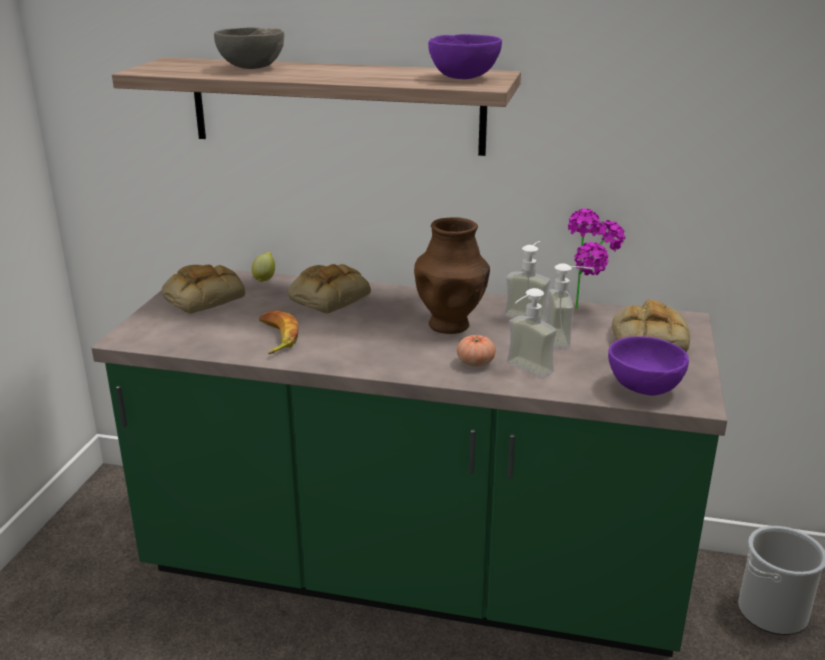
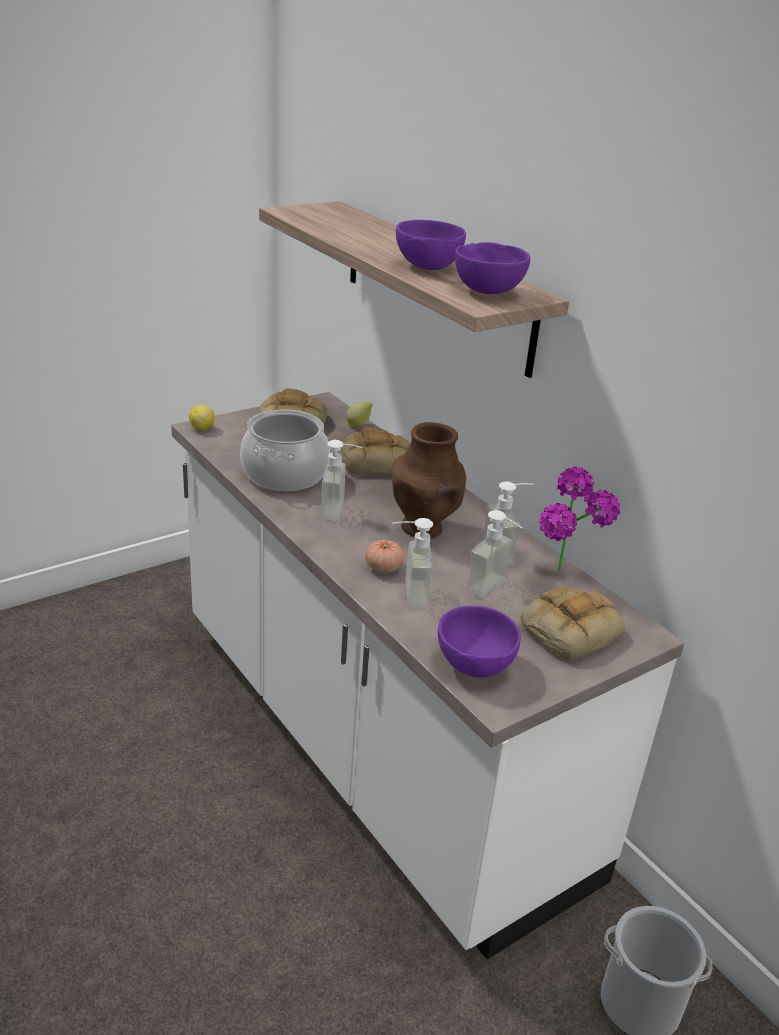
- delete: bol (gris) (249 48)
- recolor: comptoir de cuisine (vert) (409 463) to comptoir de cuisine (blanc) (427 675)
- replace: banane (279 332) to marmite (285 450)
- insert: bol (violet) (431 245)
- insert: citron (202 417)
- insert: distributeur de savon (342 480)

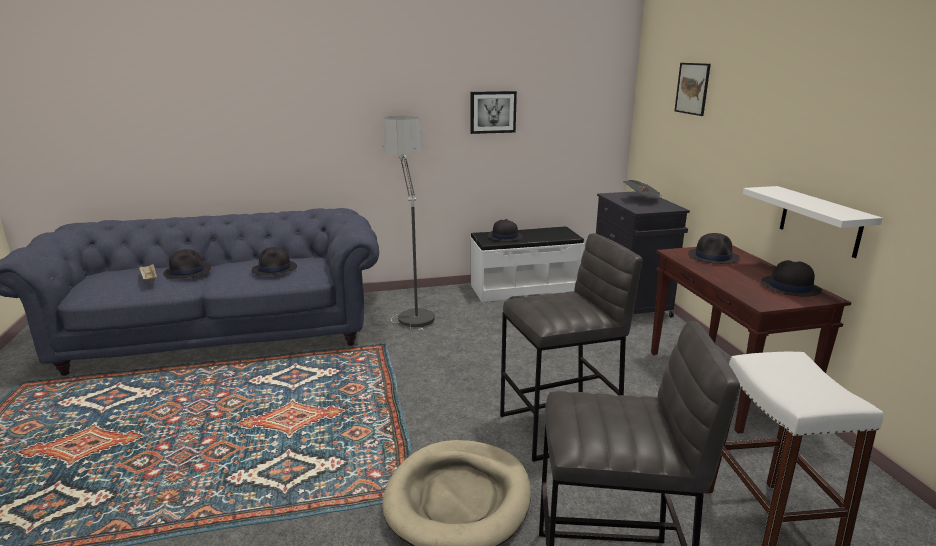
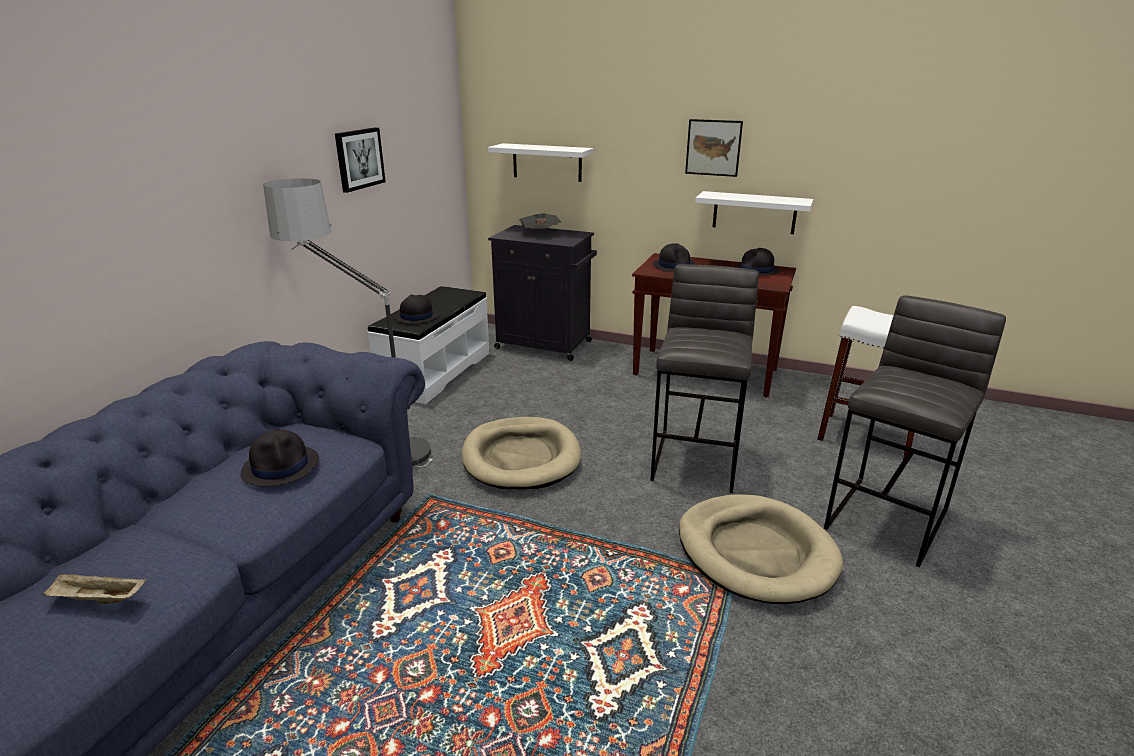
- move: tableau (693 89) to (714 148)
- delete: chapeau (noir) (187 264)
- insert: étagère (blanc) (540 162)
- insert: panier pour chien (beige) (521 453)

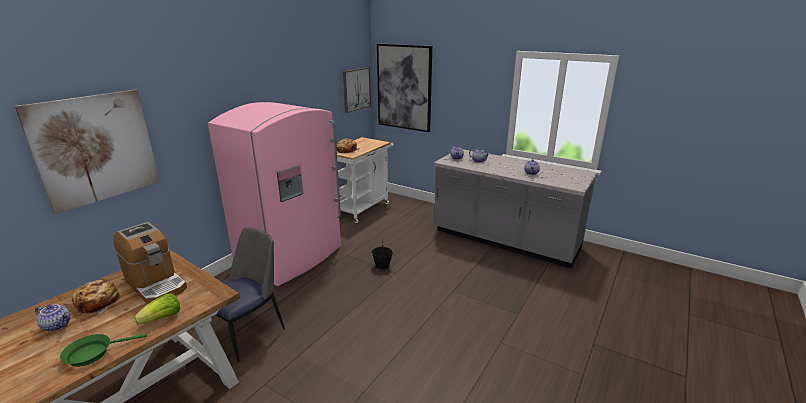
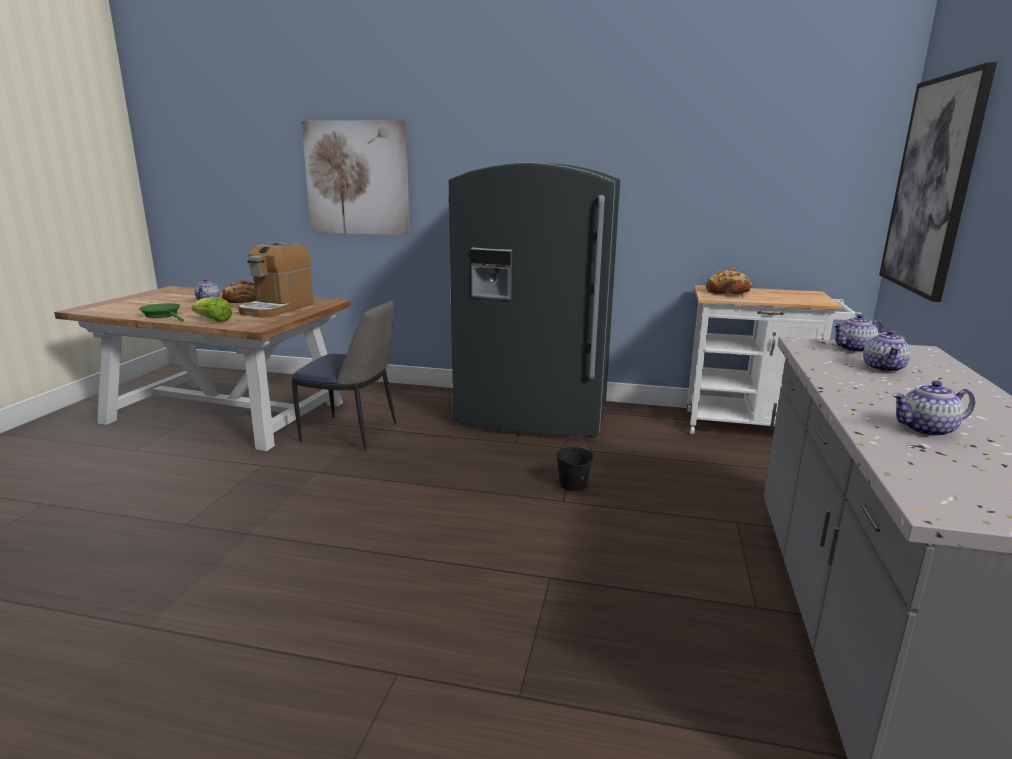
- delete: tableau (357 90)
- recolor: réfrigérateur (rose) (274 194) to réfrigérateur (gris) (534 299)

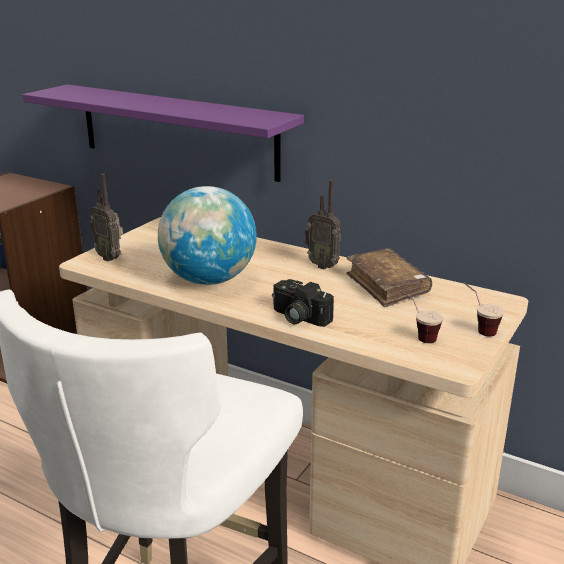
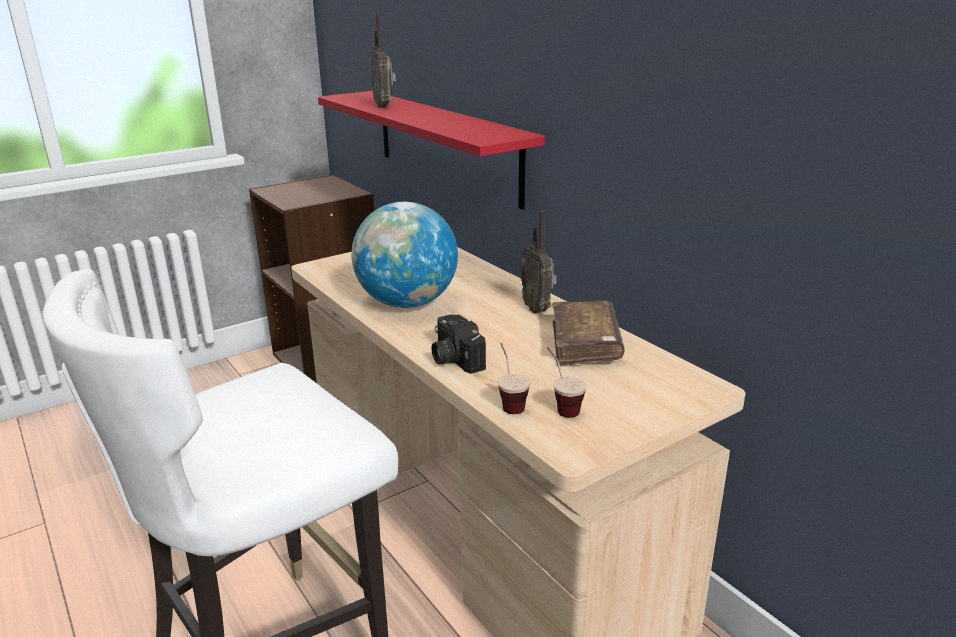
- recolor: étagère (violet) (163 133) to étagère (rouge) (431 150)
- move: radio (106 218) to (383 60)
- move: tasse (483 309) to (514 378)

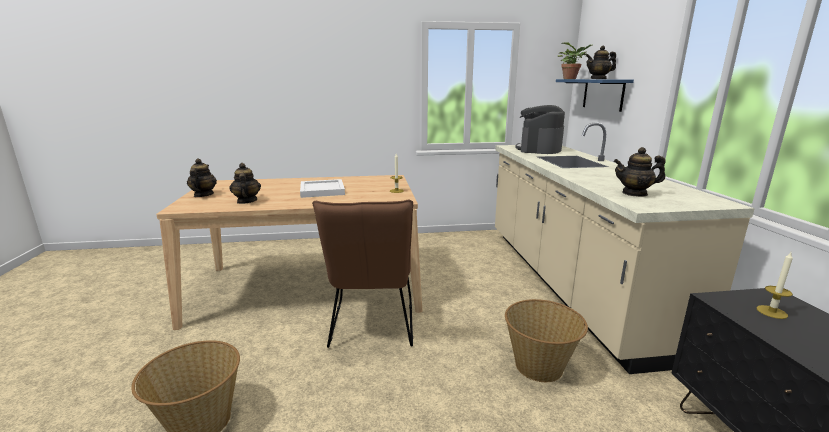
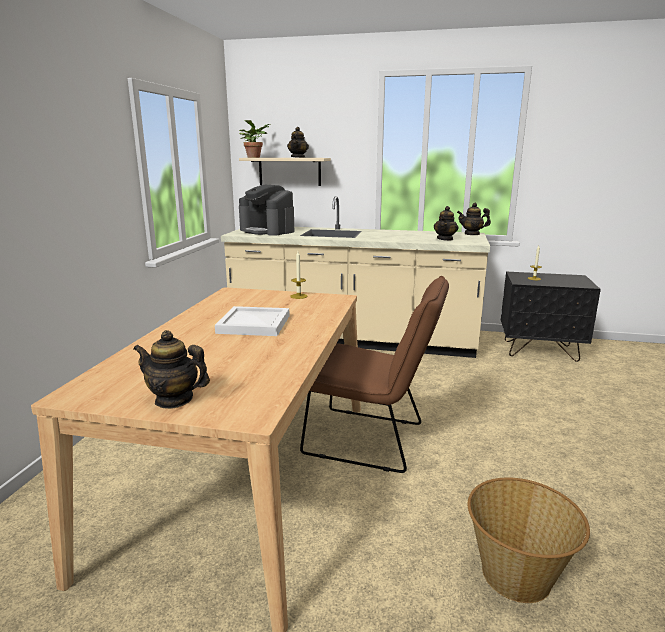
- recolor: étagère (bleu) (595 95) to étagère (beige) (285 172)
- move: théière (245 183) to (474 219)
- delete: panier (546 340)

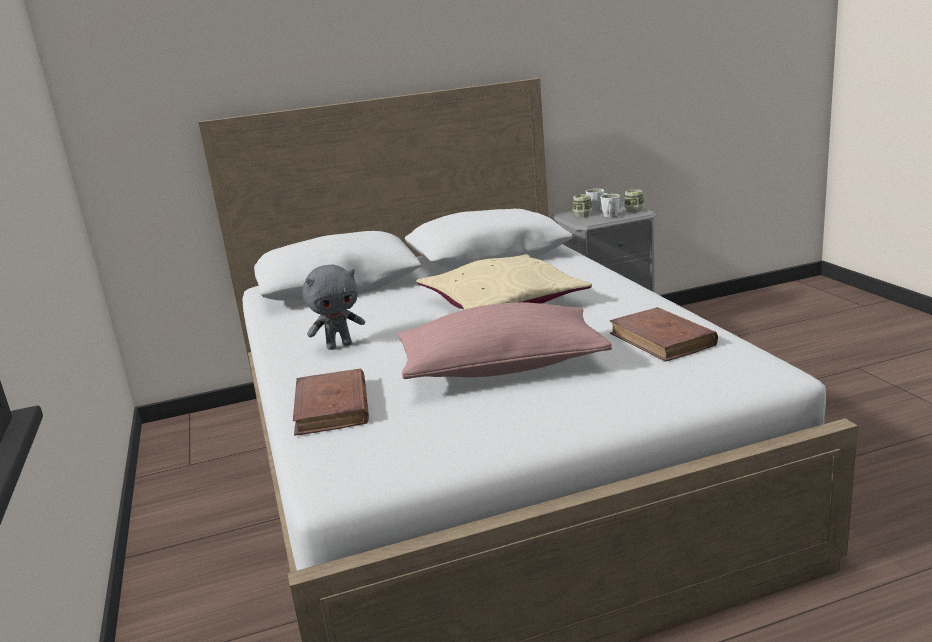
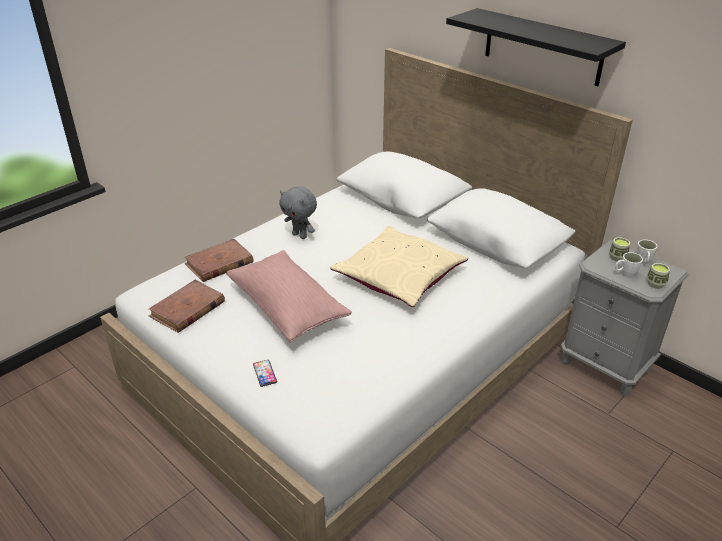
- move: livre (marron) (664 334) to (187 306)
- insert: étagère (noir) (536 47)
- insert: téléphone (265 373)

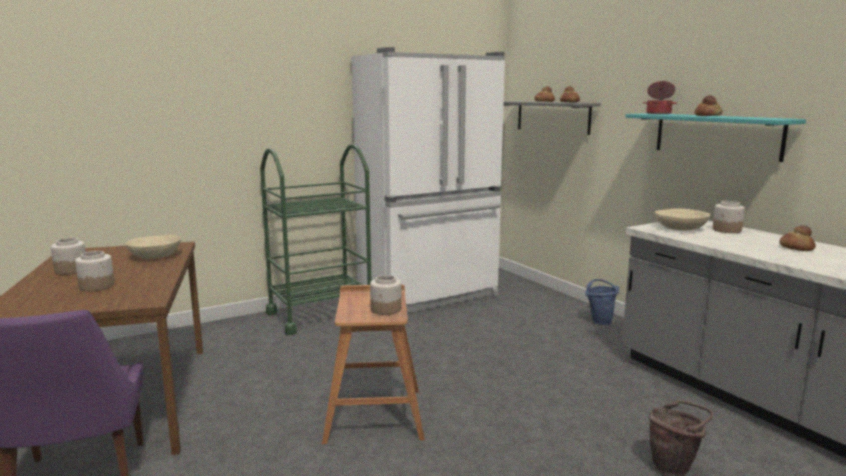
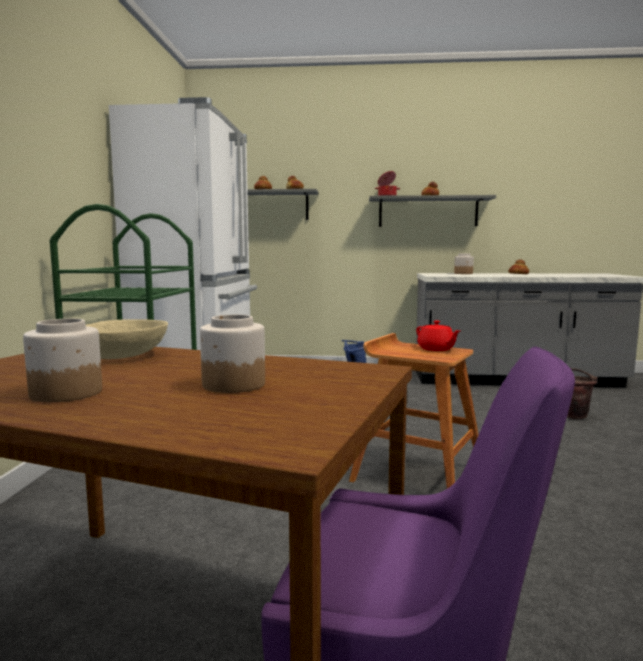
- recolor: étagère (turquoise) (715 137) to étagère (gris) (432 211)
- delete: bol (beige) (682 219)
- replace: bocal (385 295) to théière (rouge) (438 335)

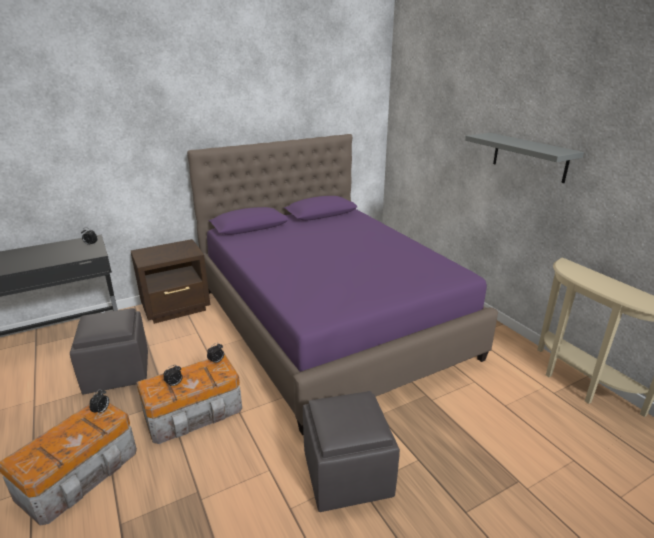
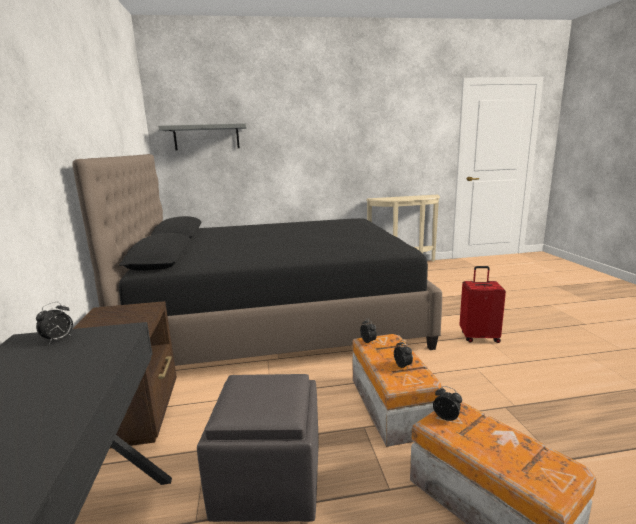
- move: étagère (gris) (524 158) to (202 137)
- recolor: lit (violet) (342 284) to lit (noir) (257 260)
- replace: pouf (gris) (351 451) to valise (rouge) (482 304)

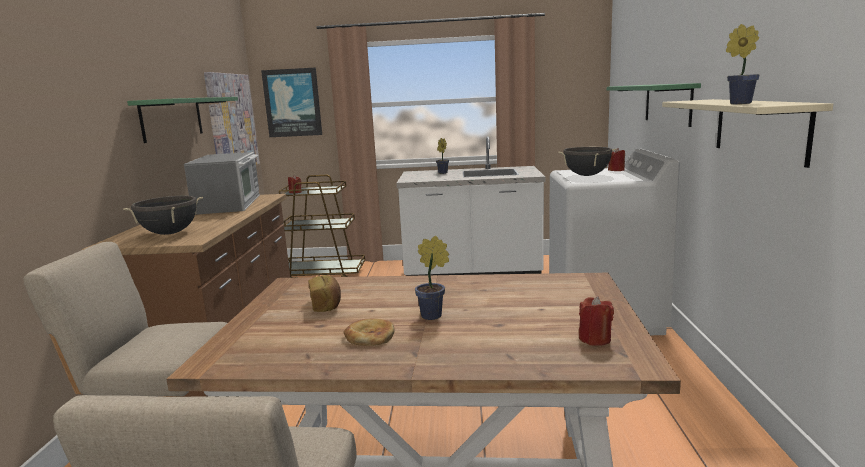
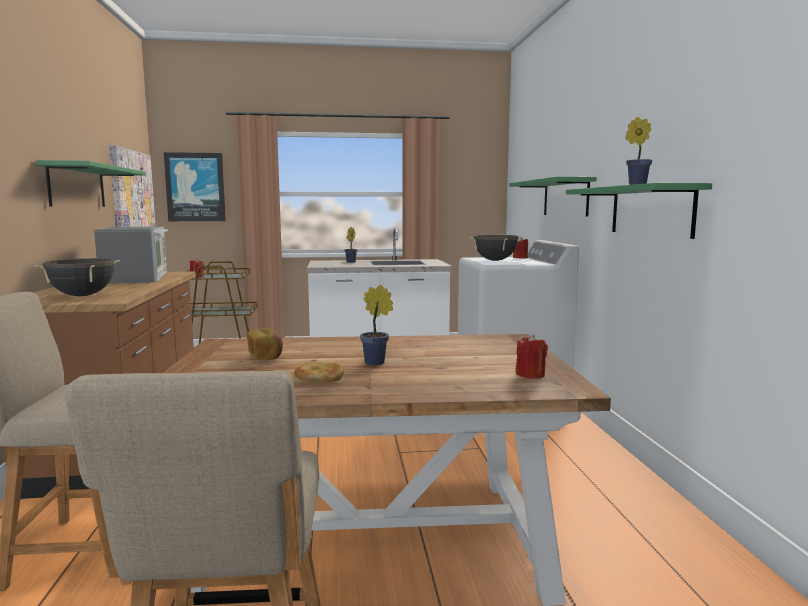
- recolor: étagère (beige) (747 133) to étagère (vert) (639 211)

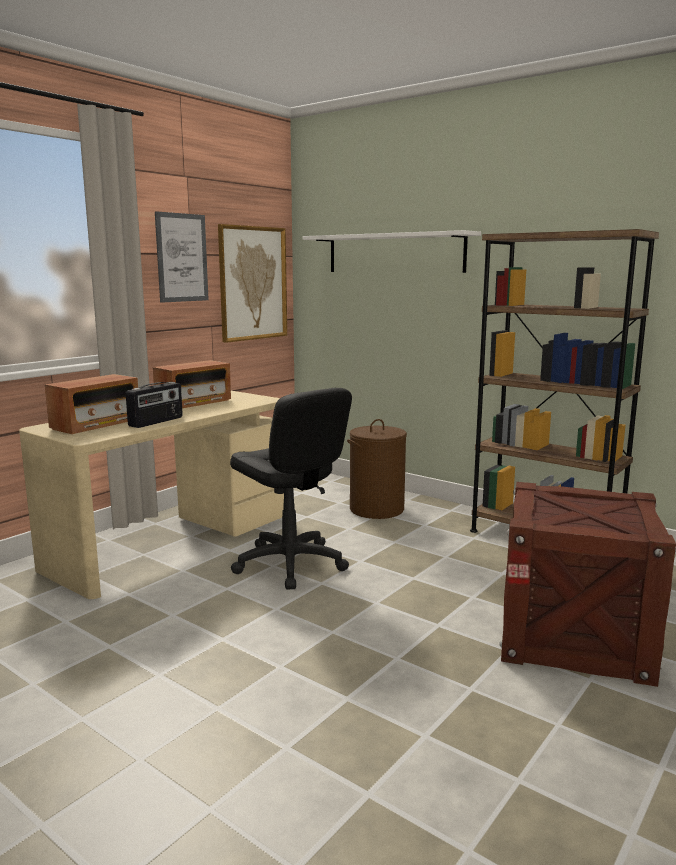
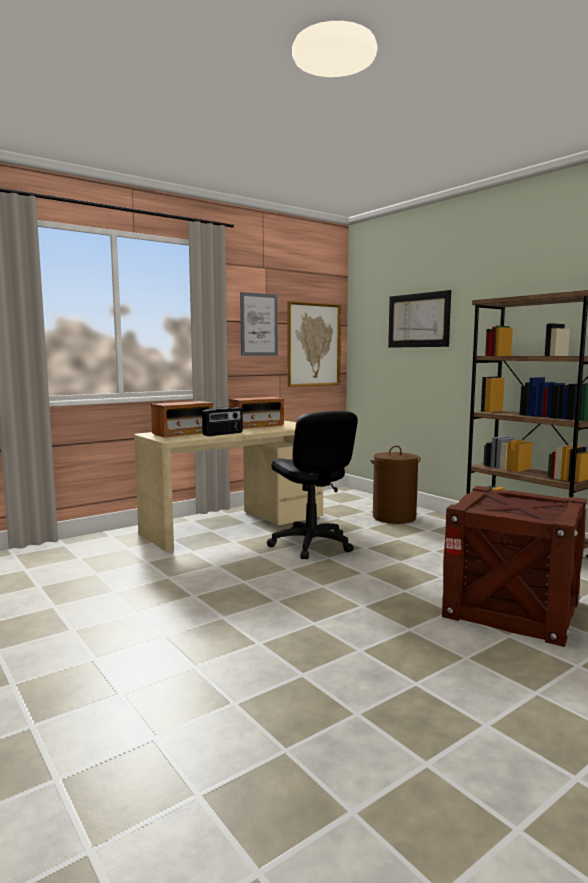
- replace: étagère (blanc) (391 251) to tableau (419 319)

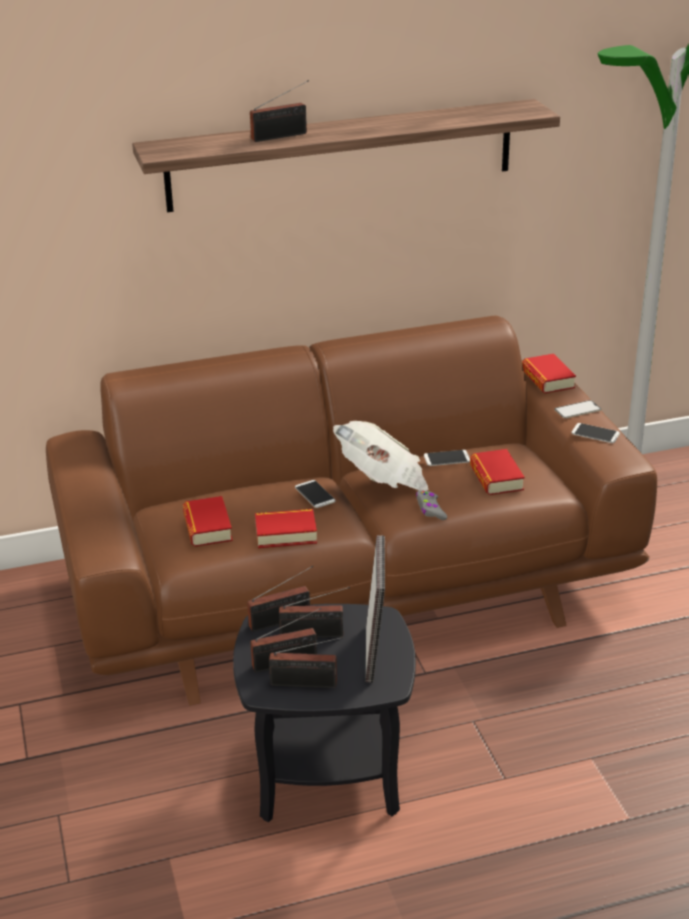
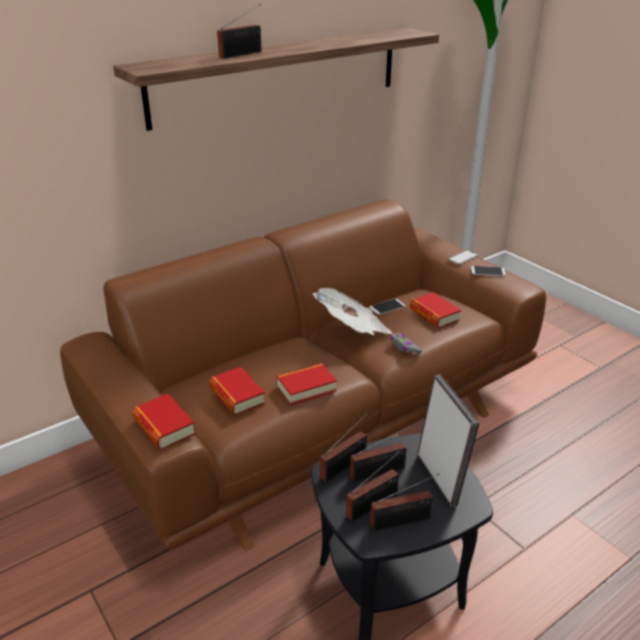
- move: livre (549 373) to (164 422)
- delete: téléphone (315 494)

